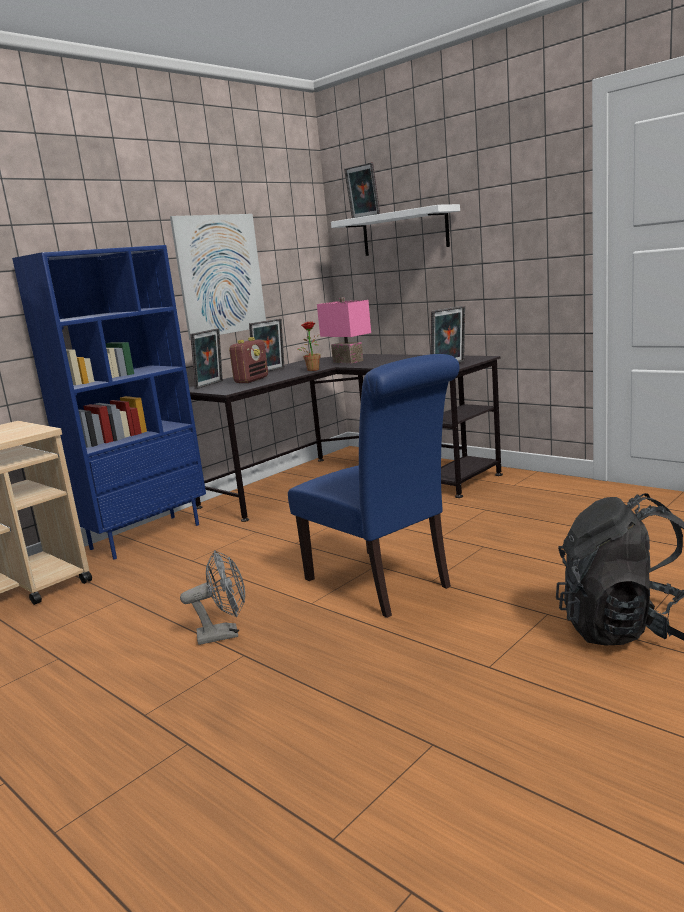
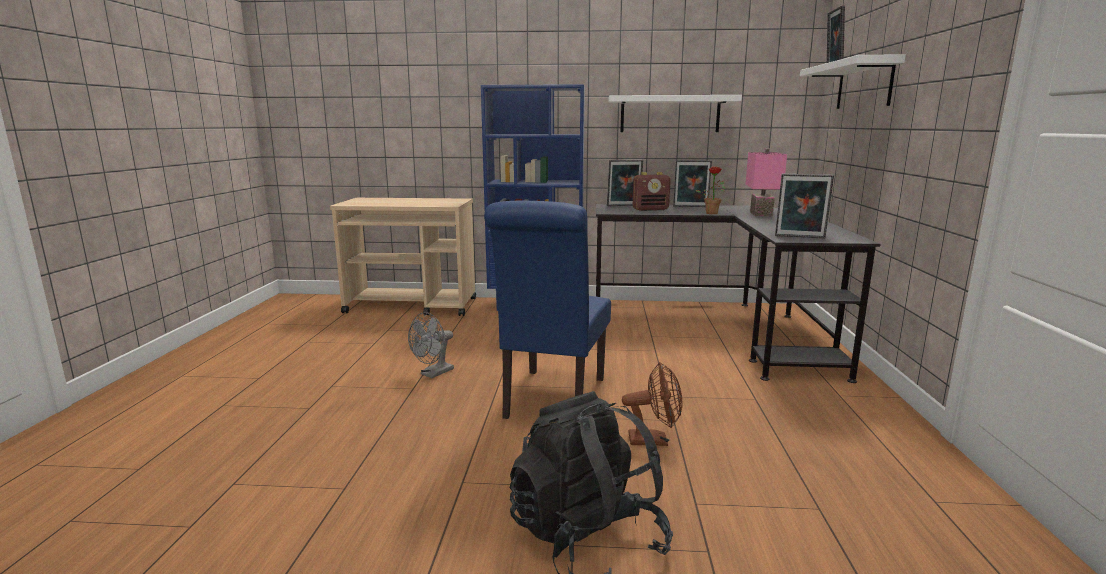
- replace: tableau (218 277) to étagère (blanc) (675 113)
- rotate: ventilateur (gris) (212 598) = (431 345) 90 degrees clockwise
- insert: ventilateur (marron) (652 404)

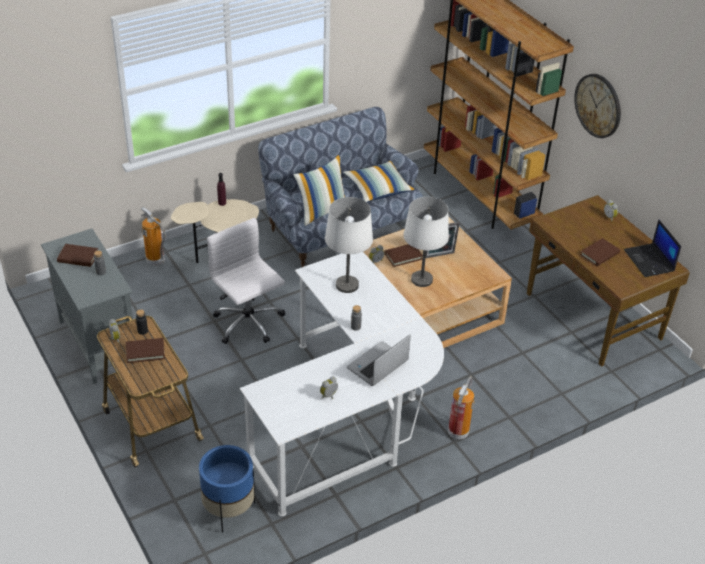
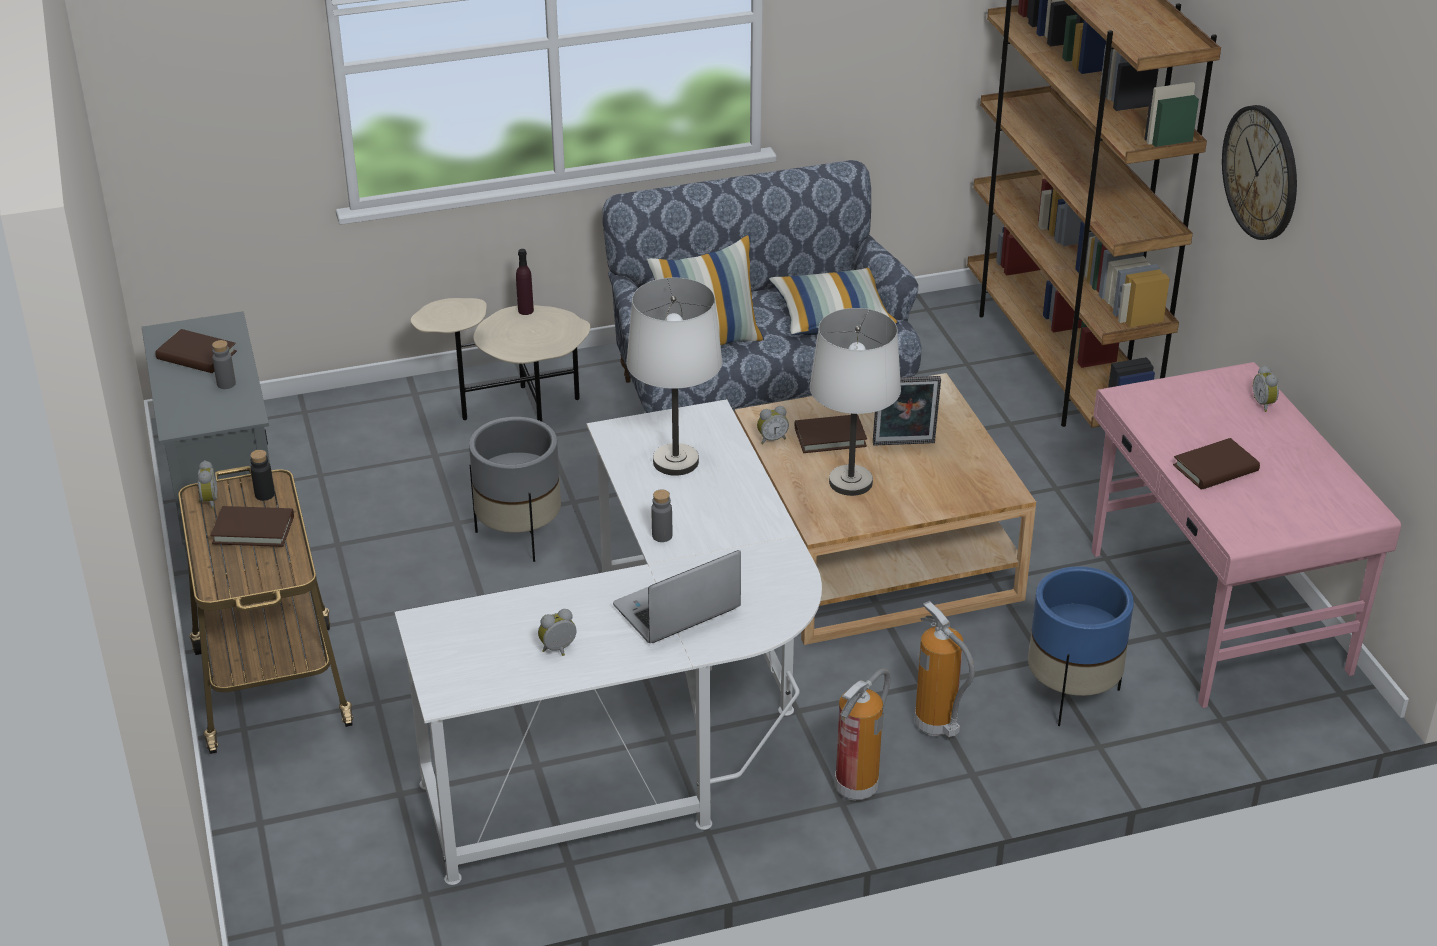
- recolor: bureau (marron) (608 281) to bureau (rose) (1246 535)
- move: extincteur (153 236) to (945 669)
- replace: chaise de bureau (blanc) (246 281) to cache-pot (gris) (515 489)
- delete: ordinateur portable (652 248)
- move: cache-pot (bleu) (227 489) to (1081 646)

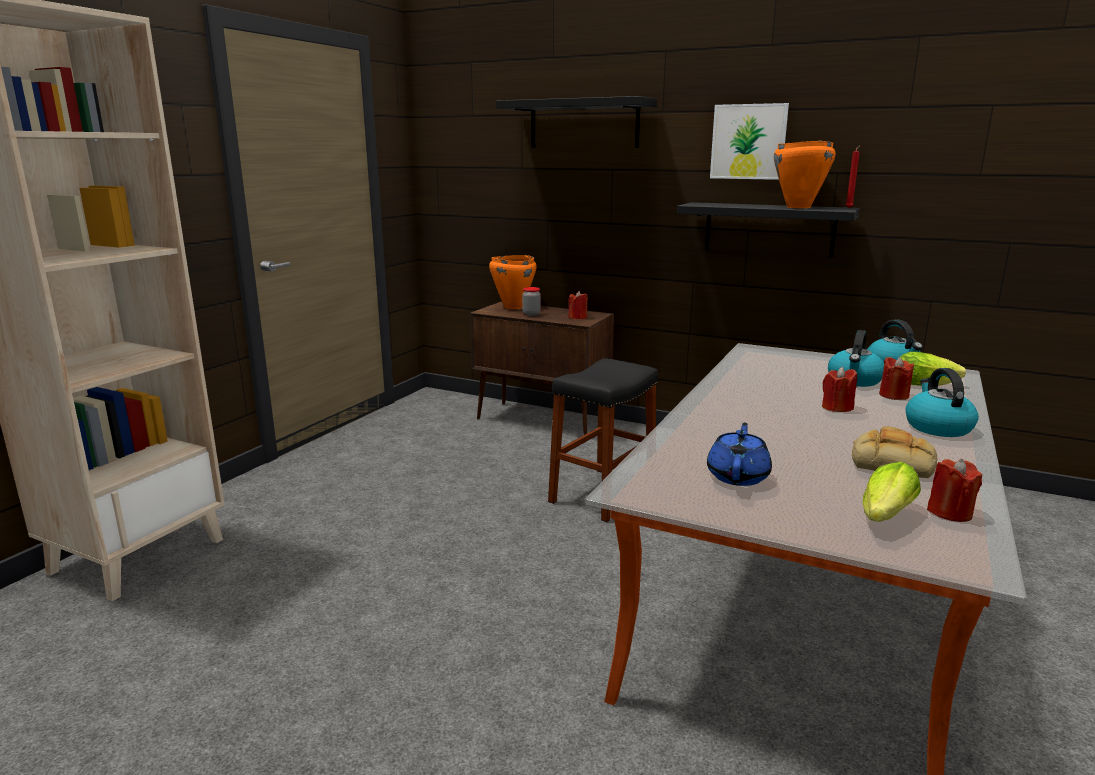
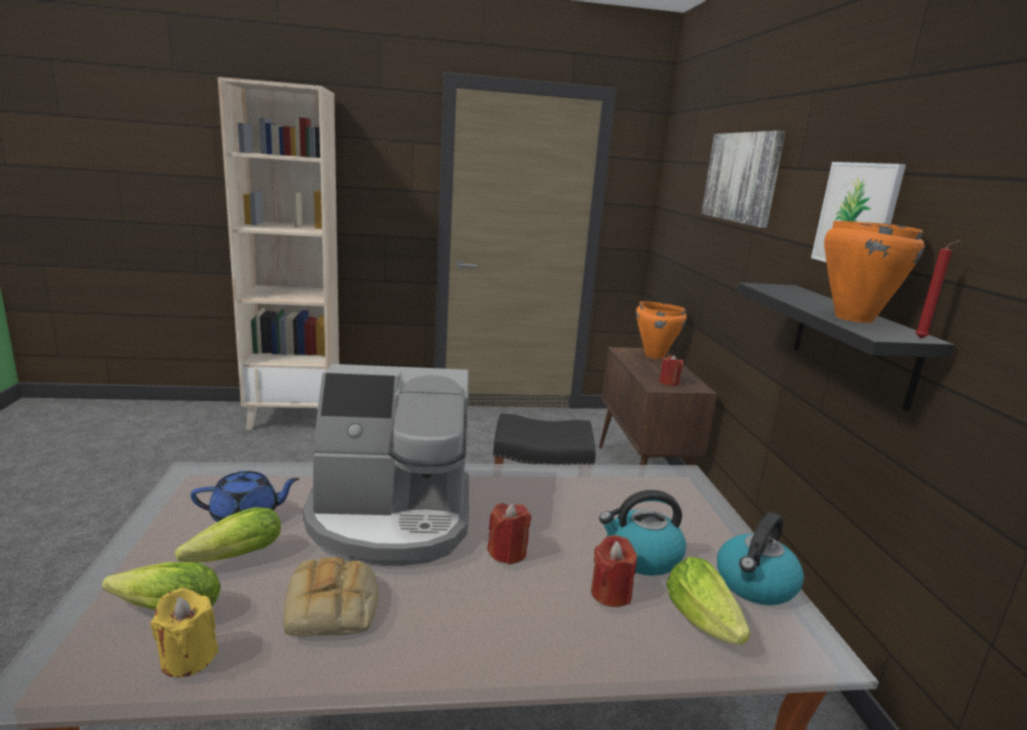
- replace: étagère (noir) (576 122) to tableau (743 179)
- delete: bocal (531 301)
- delete: bouilloire (942 402)
- recolor: bougie (rouge) (954 490) to bougie (jaune) (184 632)
- insert: machine à café (386 465)
- insert: laitue (228 534)

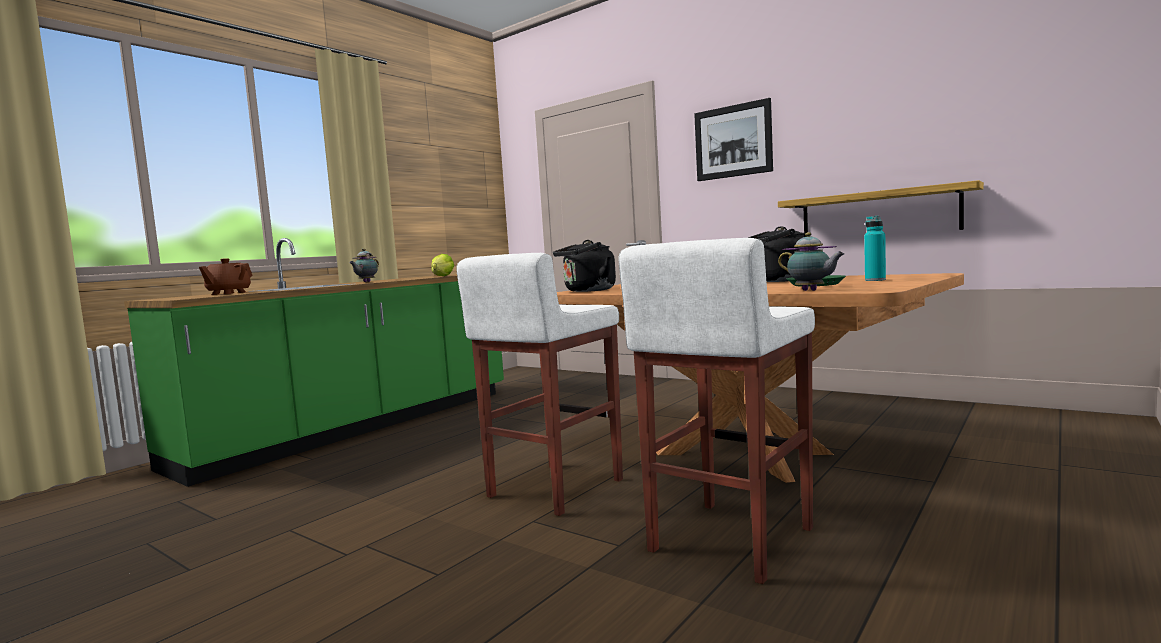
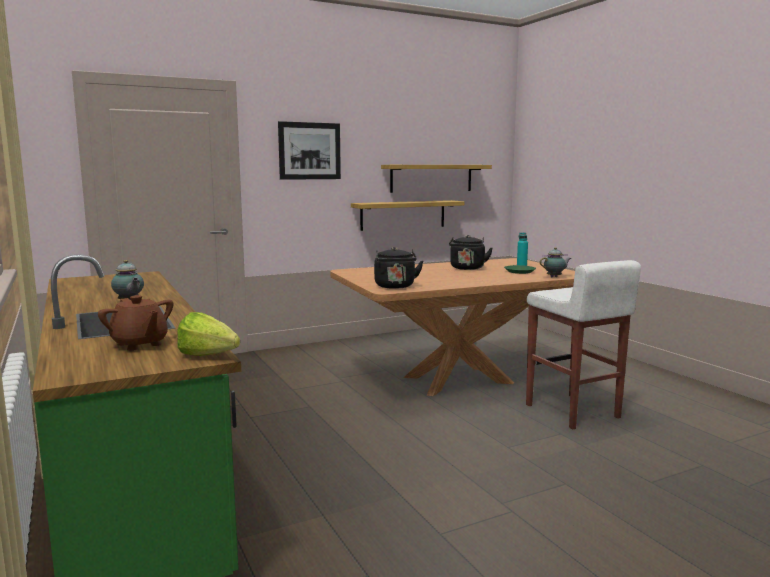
- delete: tabouret (blanc) (539 384)
- move: laitue (442 265) to (208 334)
- insert: étagère (436 179)

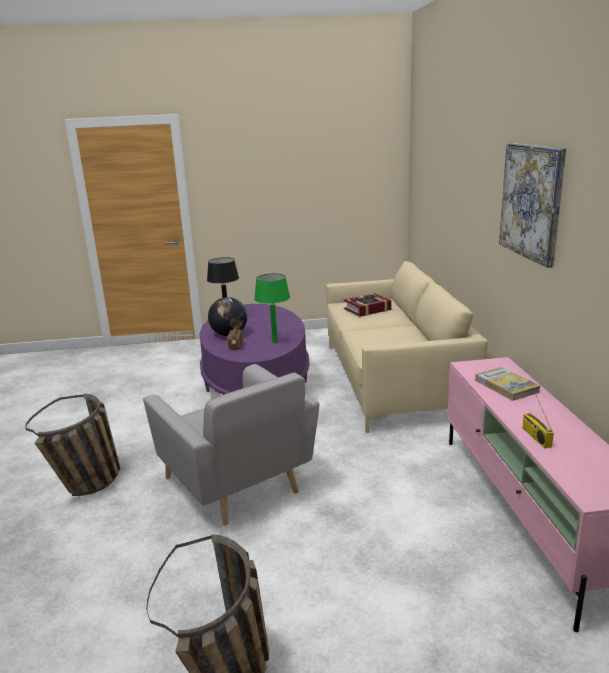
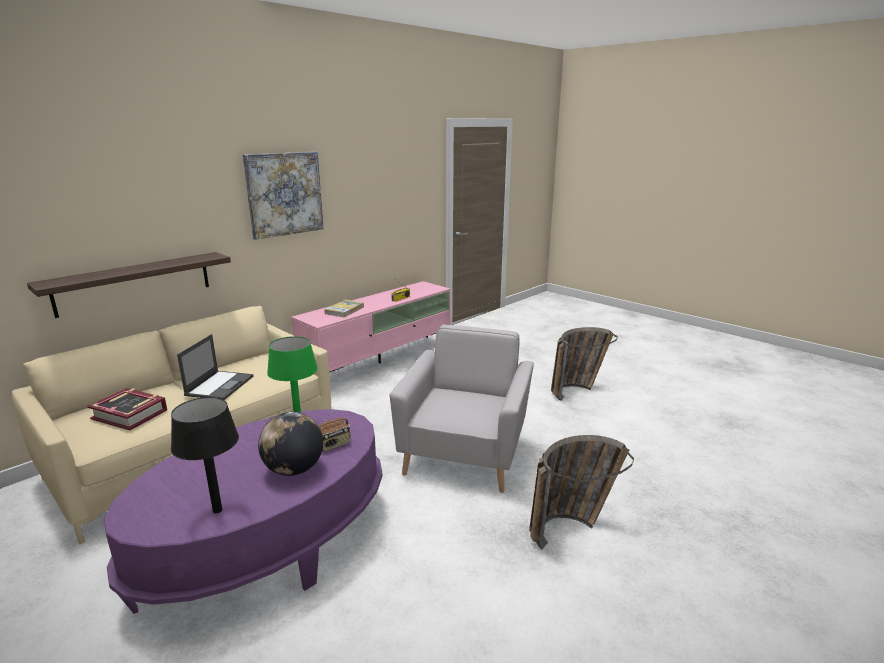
- insert: étagère (129 285)
- insert: ordinateur portable (215 367)

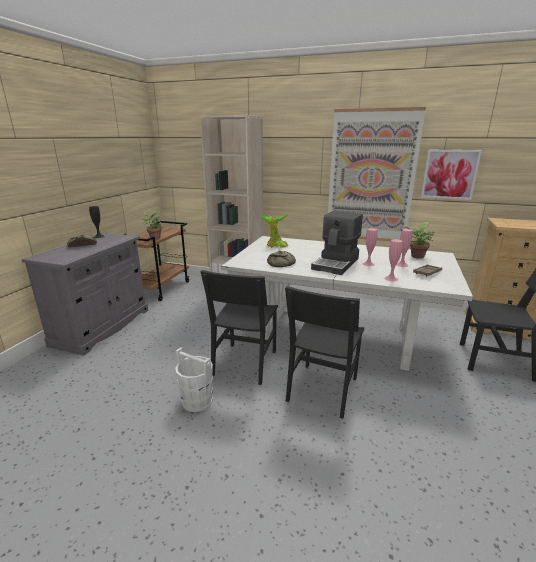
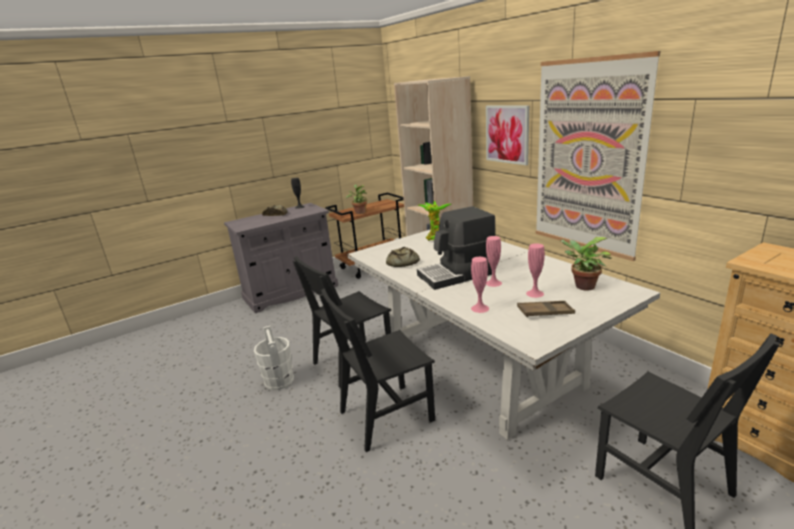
- move: tableau (451 175) to (507 135)

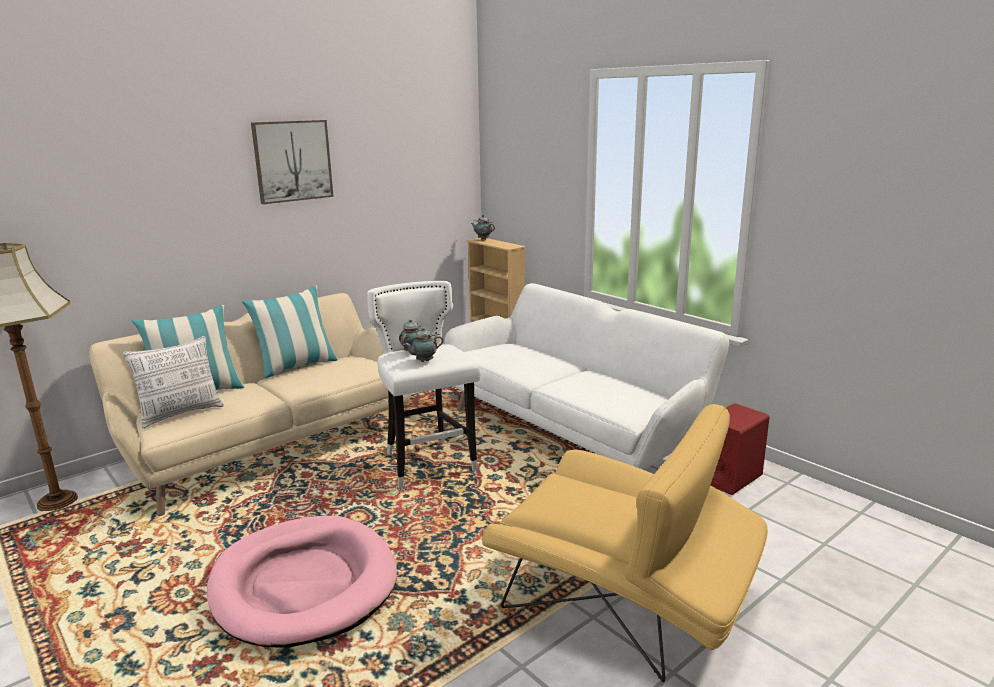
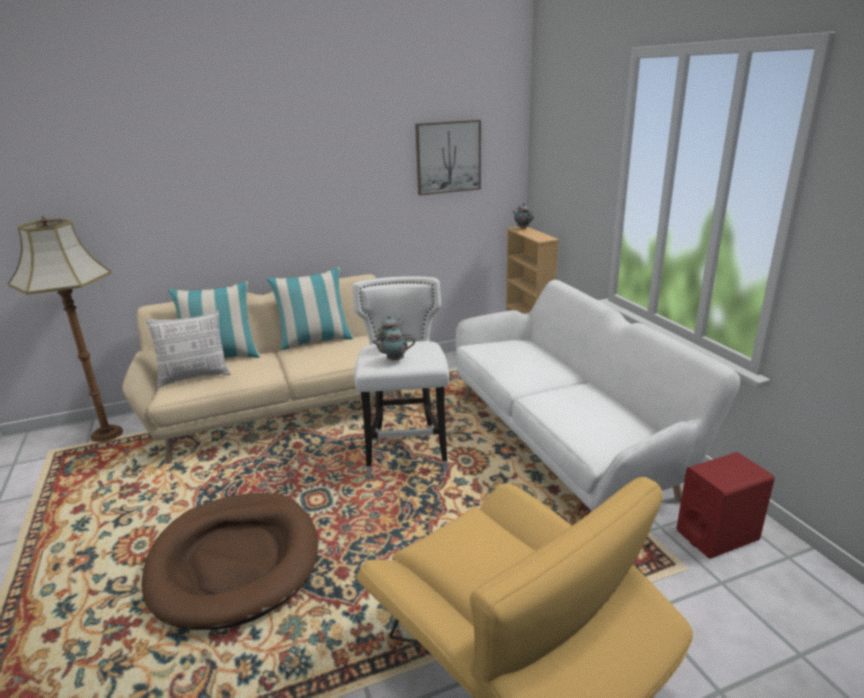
- move: tableau (292 162) to (448 157)
- recolor: panier pour chien (rose) (302 582) to panier pour chien (marron) (230 561)

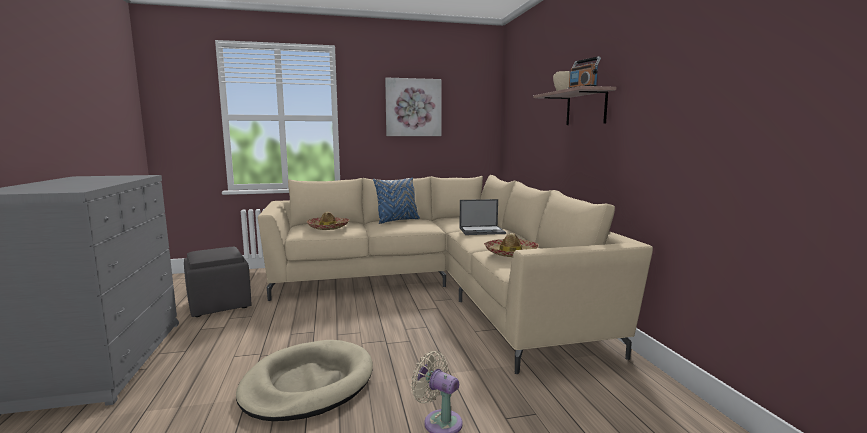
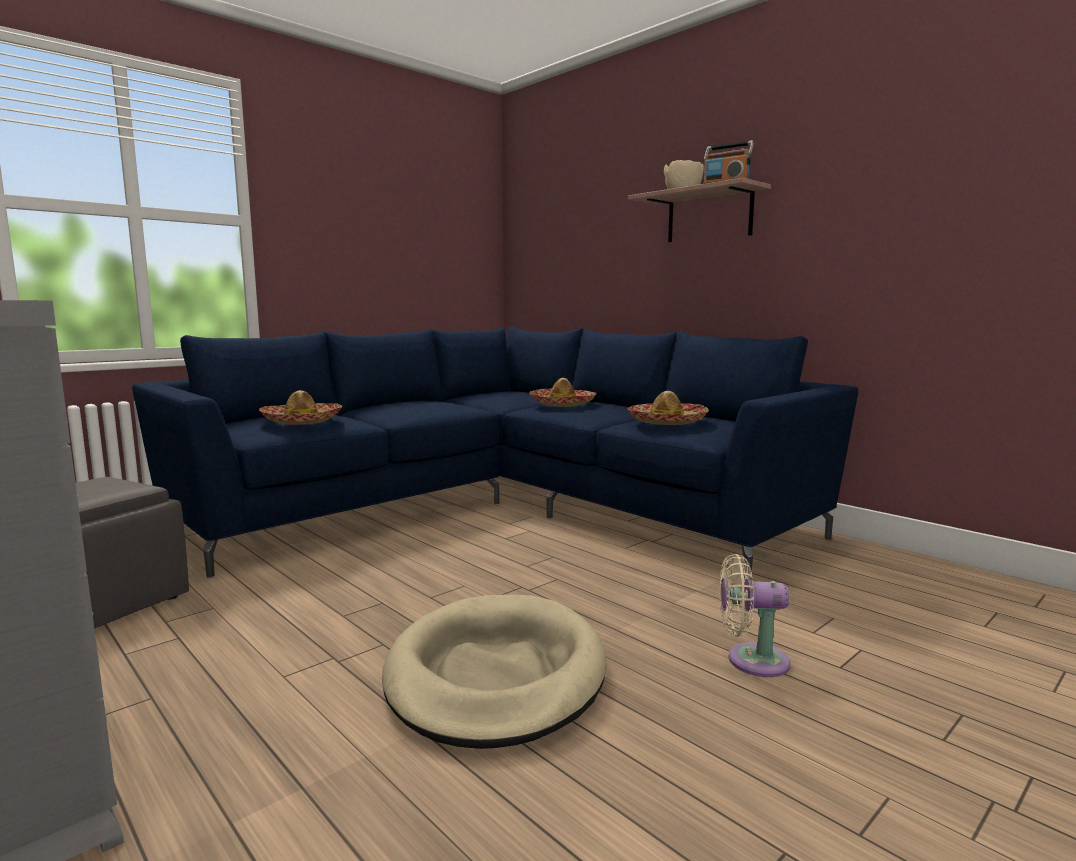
- delete: tableau (413 106)
- recolor: canapé (beige) (455 274) to canapé (bleu) (495 453)
- delete: coussin (bleu) (396 200)
- replace: ordinateur portable (483 217) to chapeau (563 392)

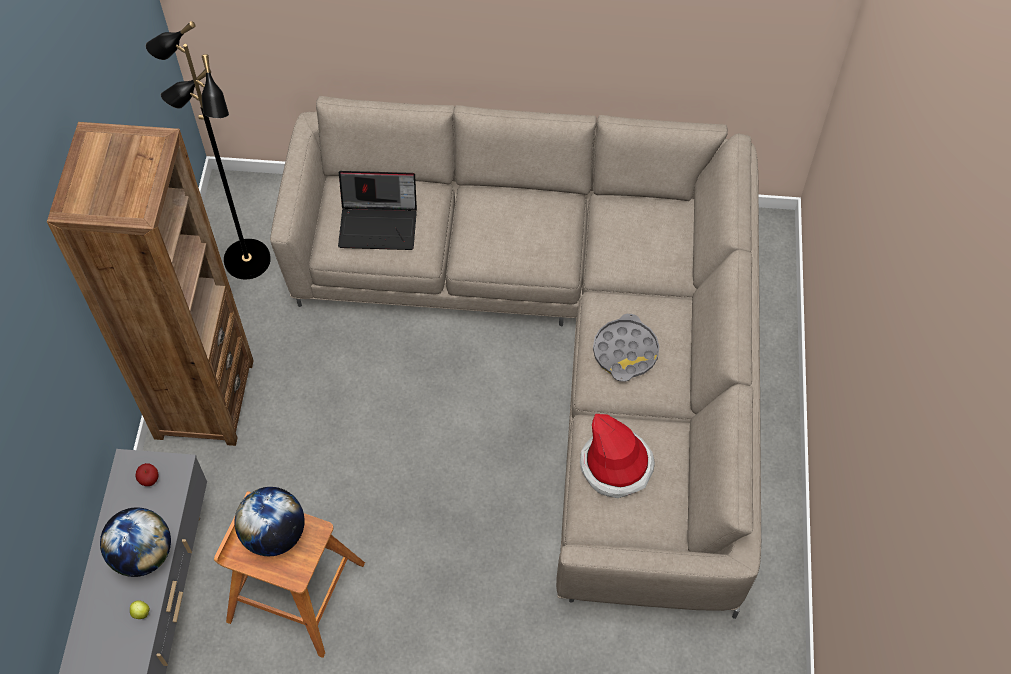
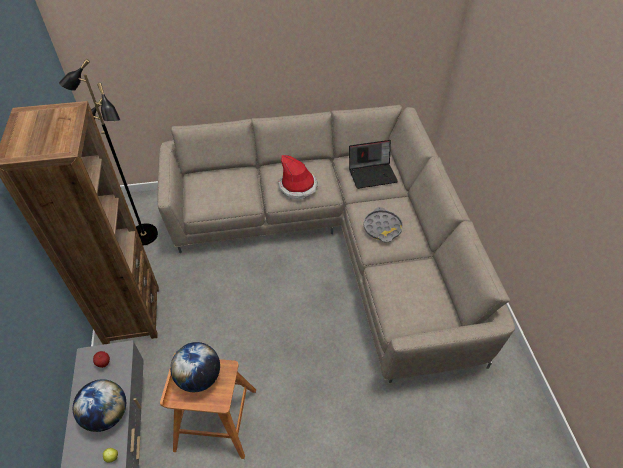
- move: ordinateur portable (377 210) to (373 164)
- move: chapeau (617 456) to (298 177)

